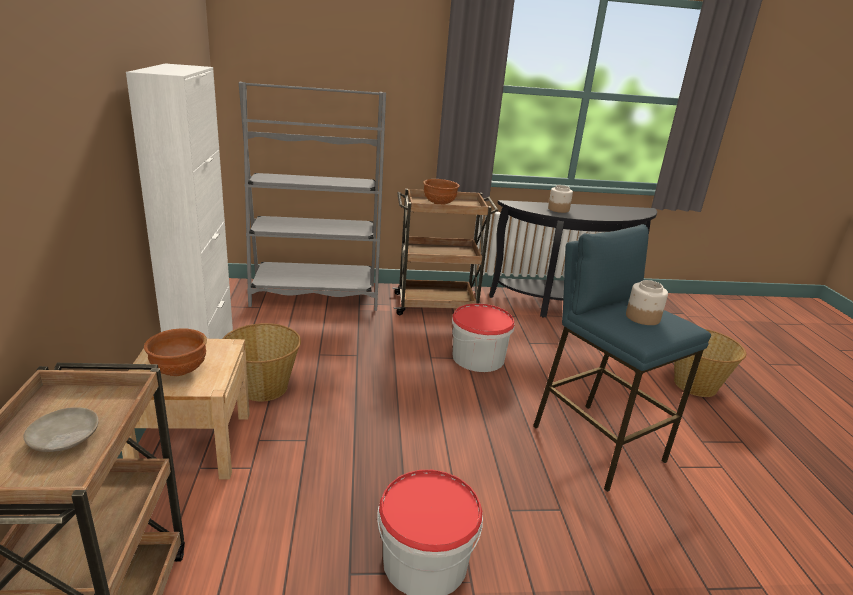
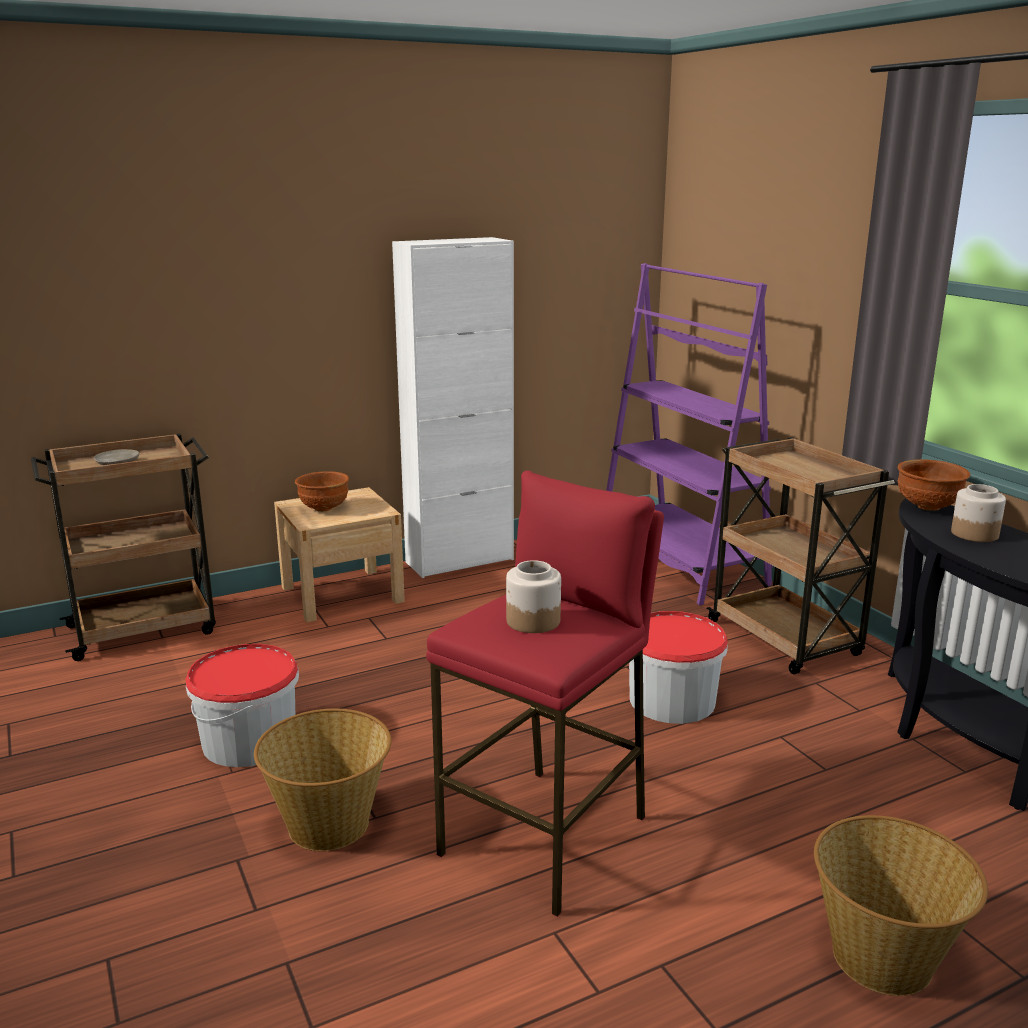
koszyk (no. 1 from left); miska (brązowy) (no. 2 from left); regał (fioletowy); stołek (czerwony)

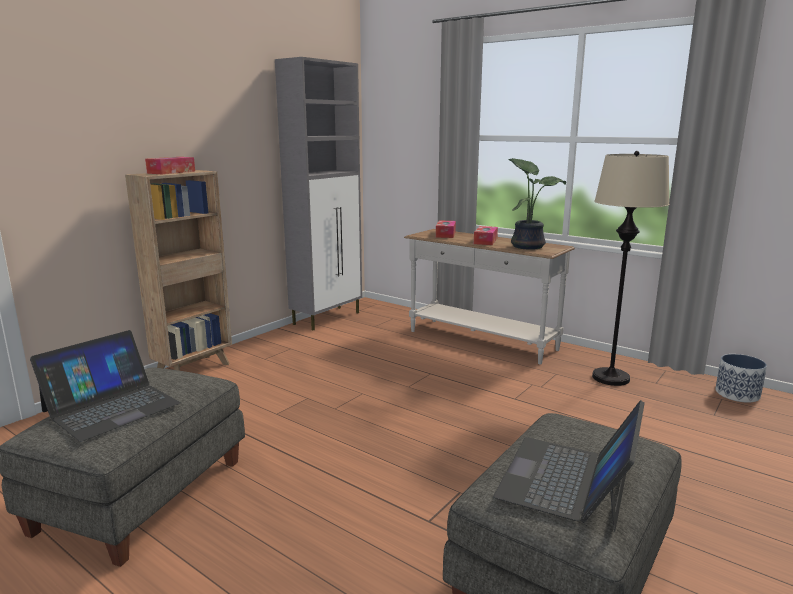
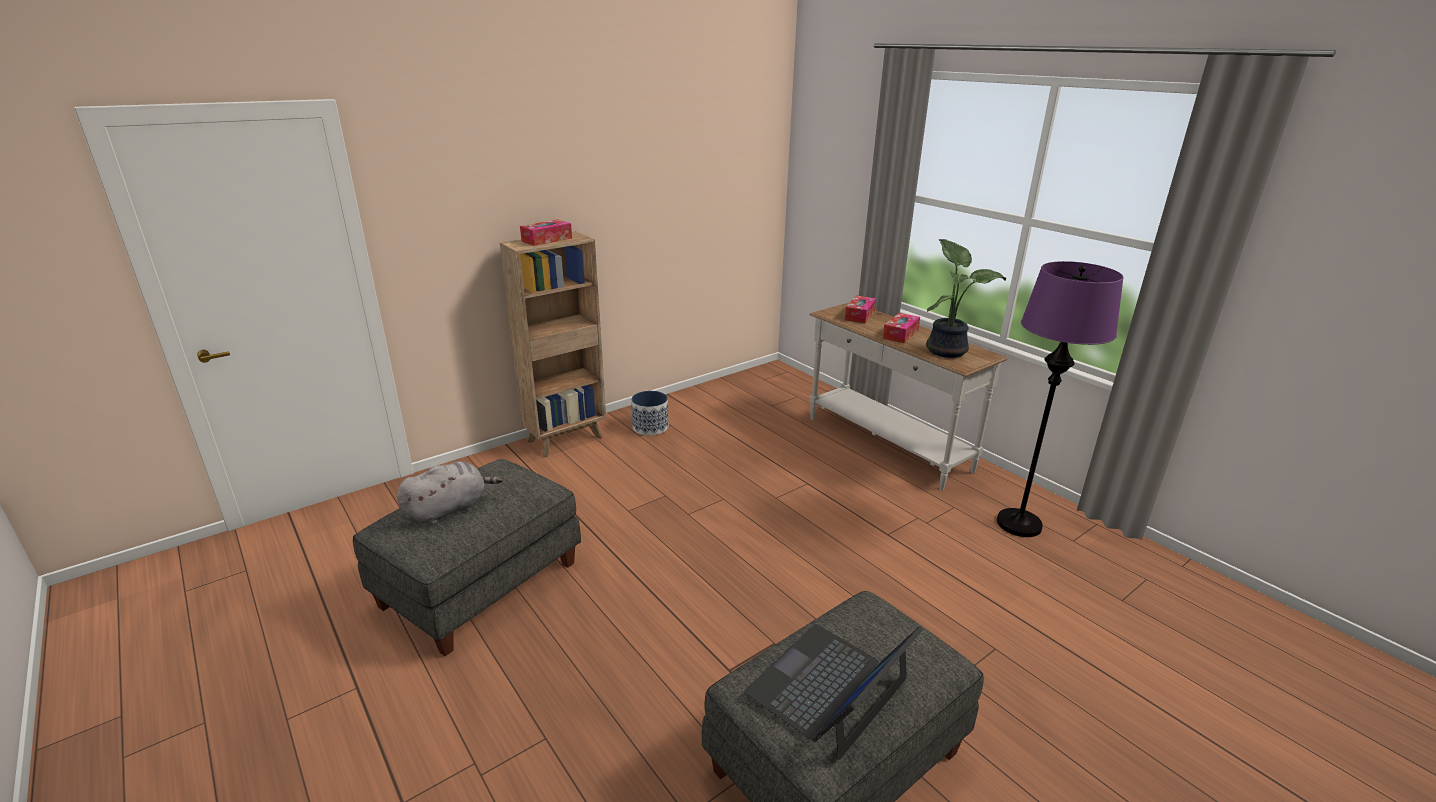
szafka (szary); donica; pluszak (szary); lampa stojąca (fioletowy)

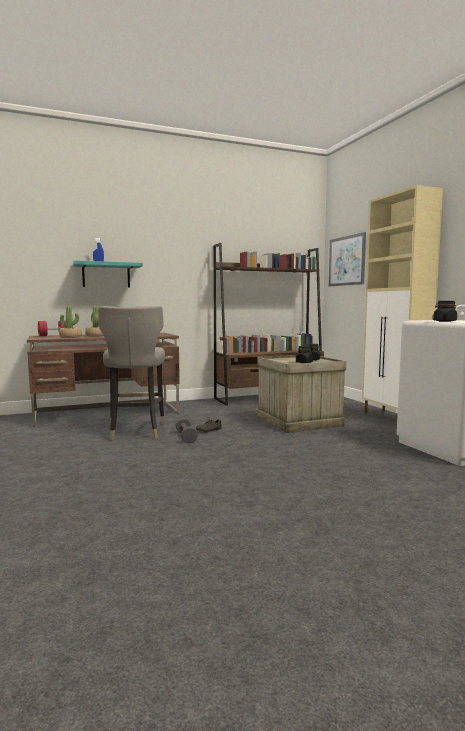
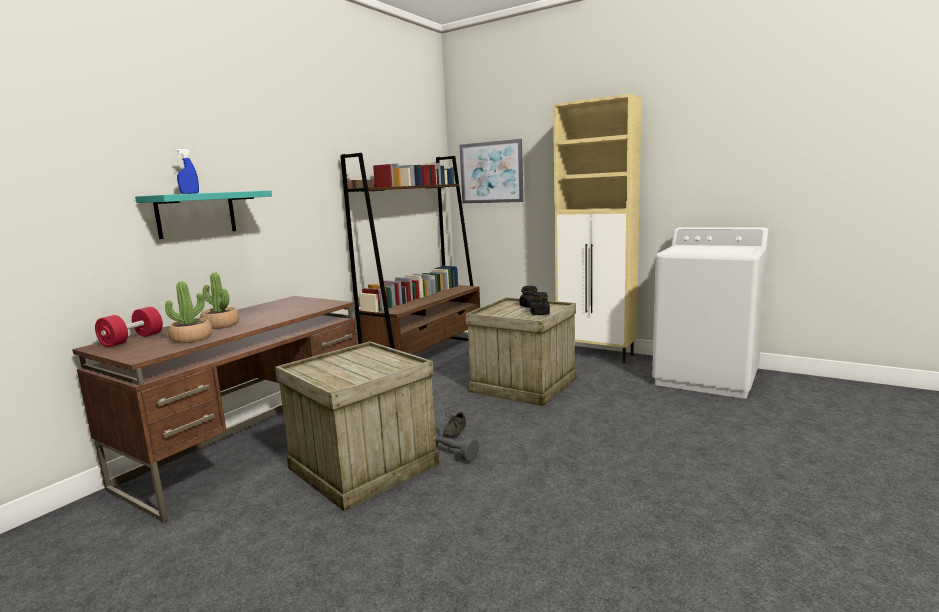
słoik (czarny) (no. 3 from left in the first image); skrzynka (no. 1 from left)

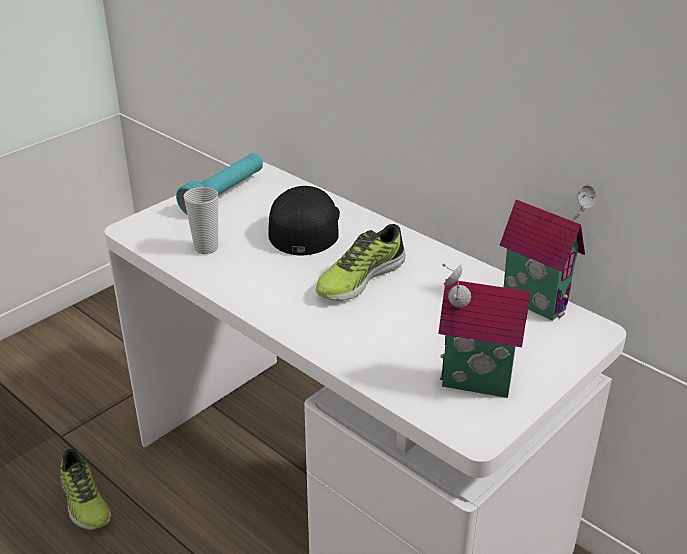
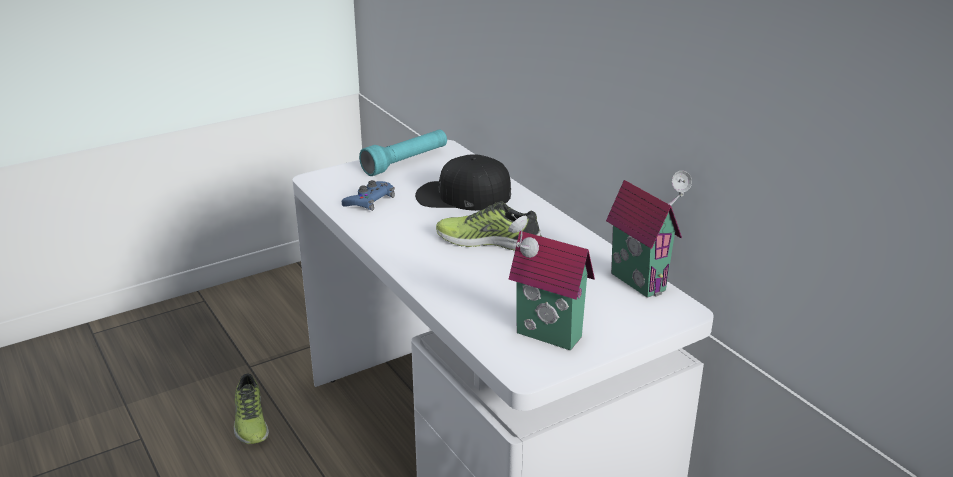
pad do gier (niebieski); czapka z daszkiem (czarny); but (no. 2 from left)

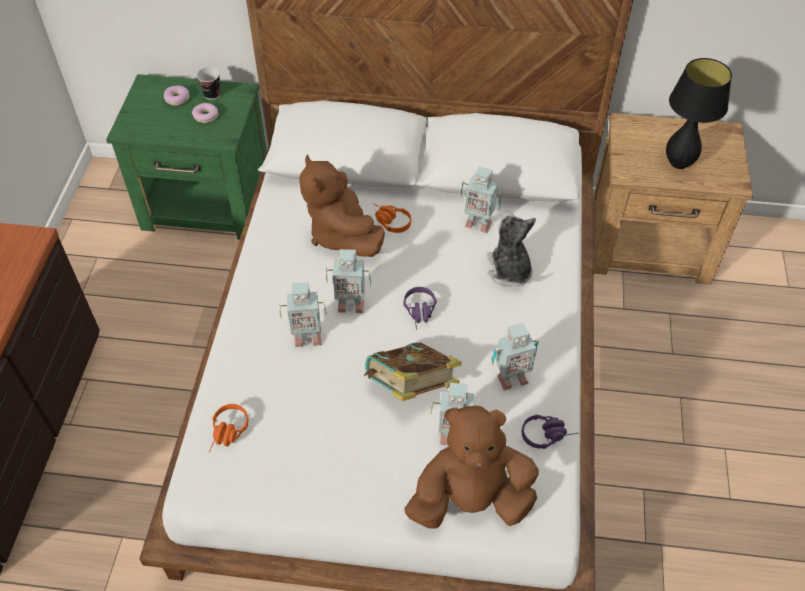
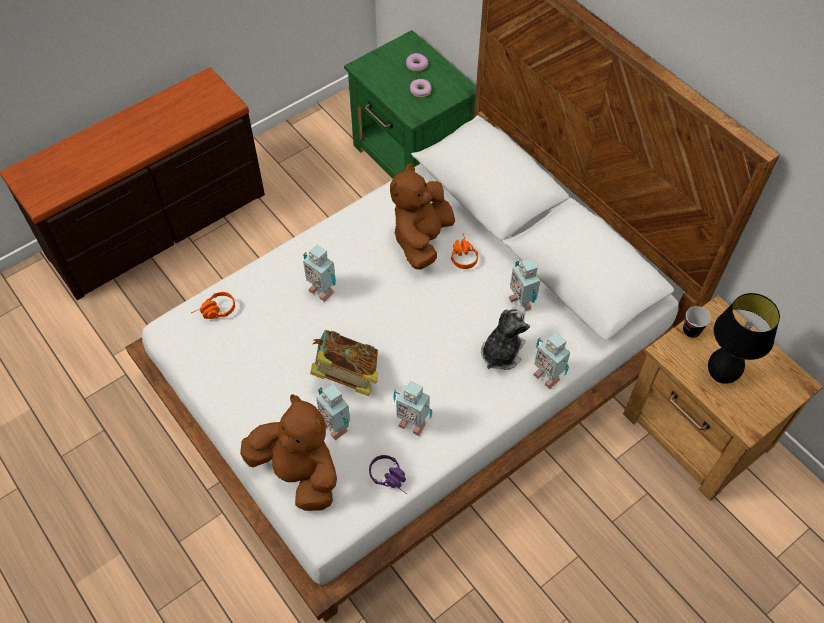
słuchawki (fioletowy) (no. 1 from left in the first image); filiżanka; robot zabawkowy (no. 5 from left)

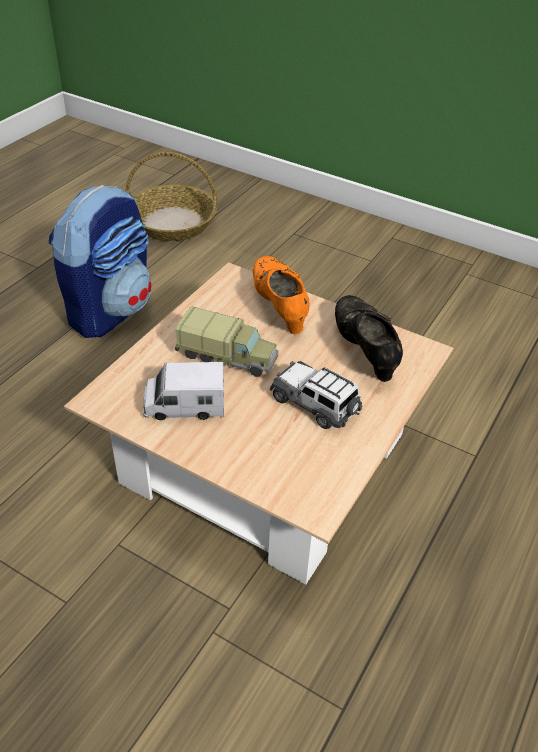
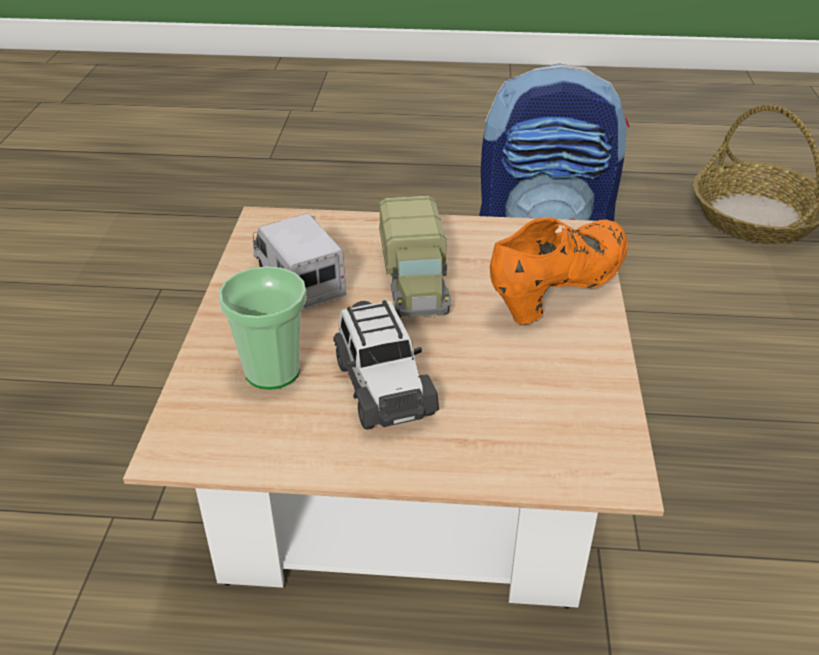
but (czarny); filiżanka; samochodzik

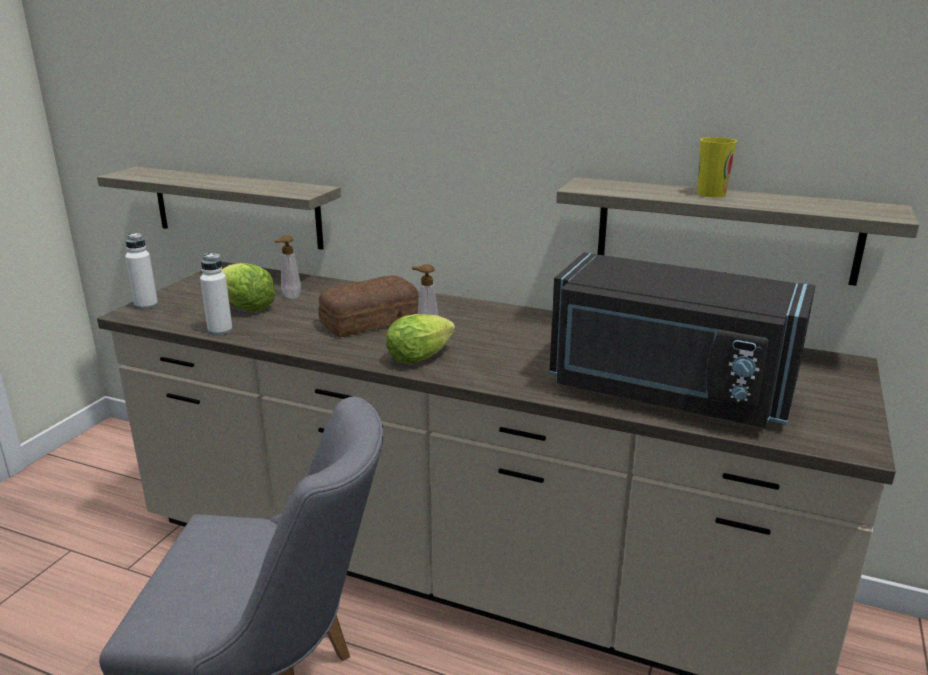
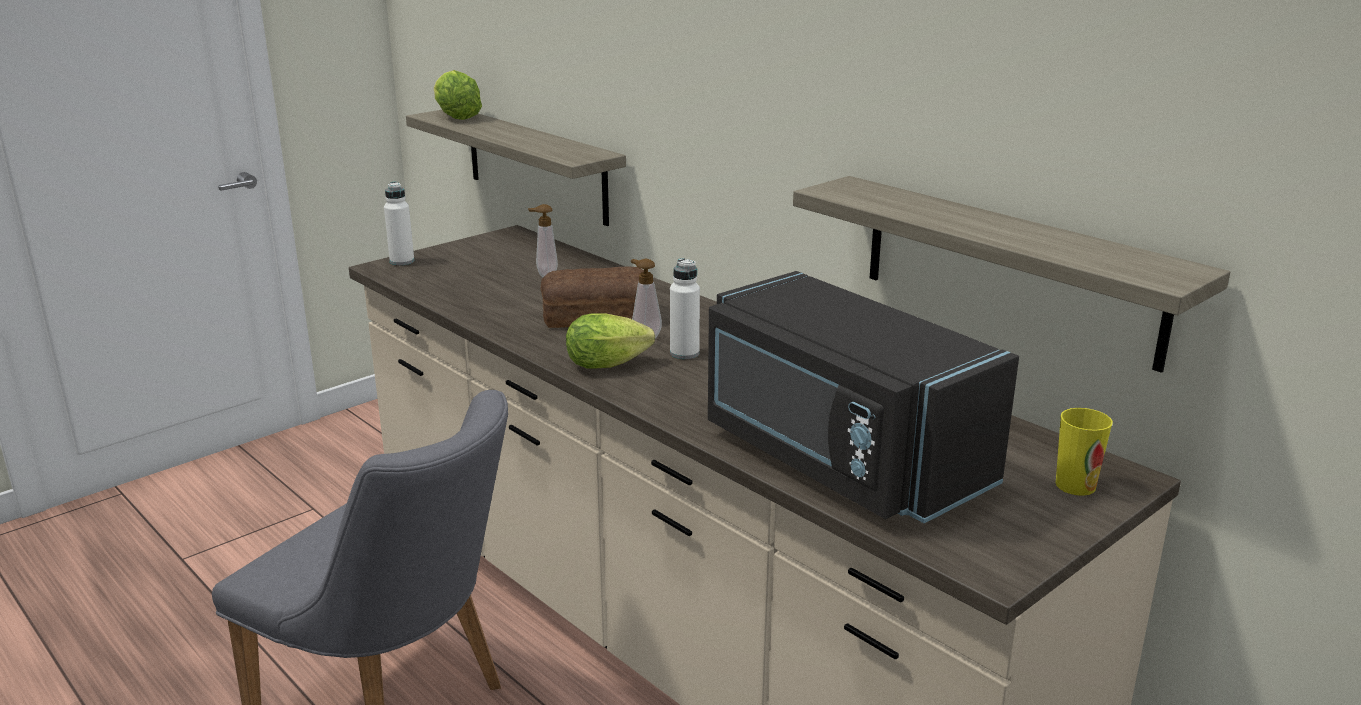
butelka (biały) (no. 2 from left); sałata (no. 1 from left); filiżanka

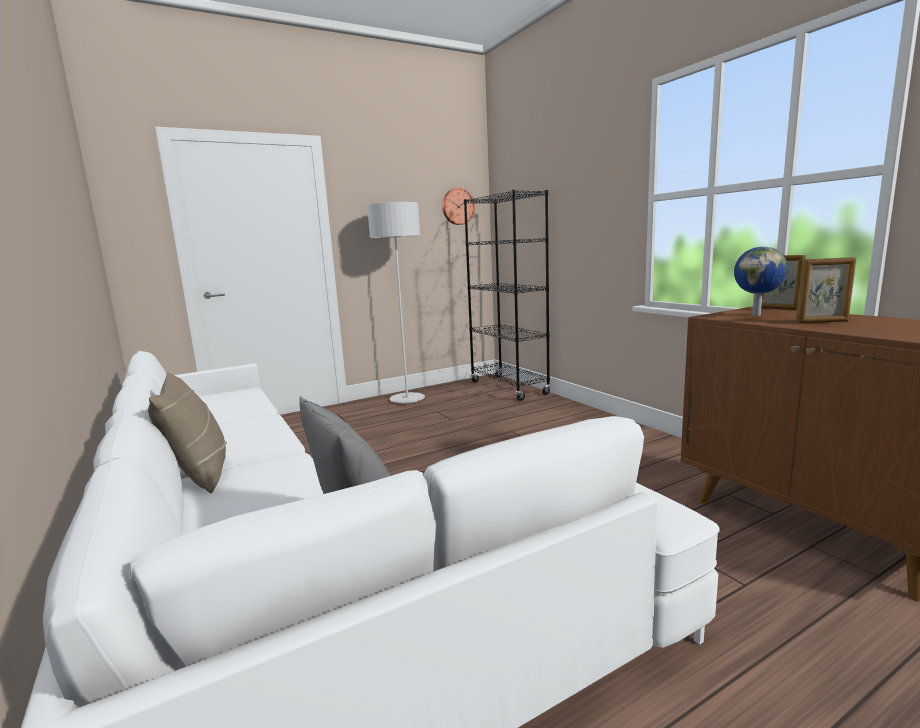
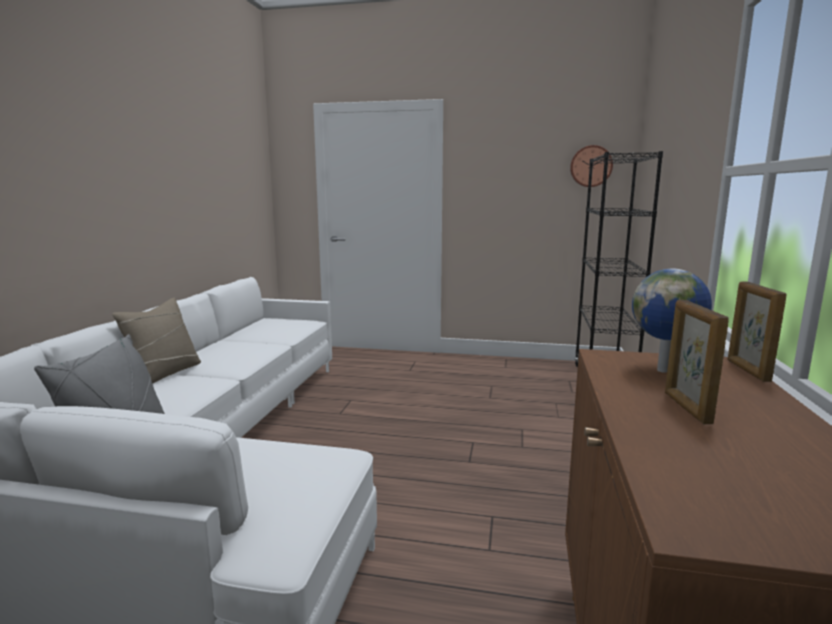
lampa stojąca (szary); ramka na zdjęcie (no. 1 from left)

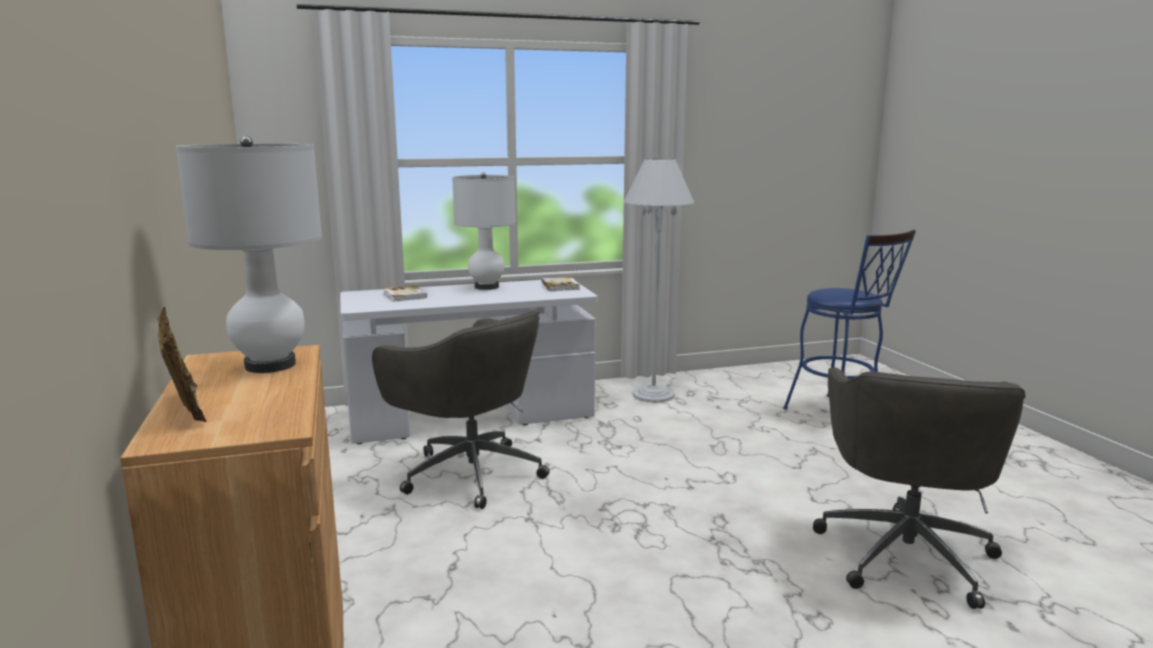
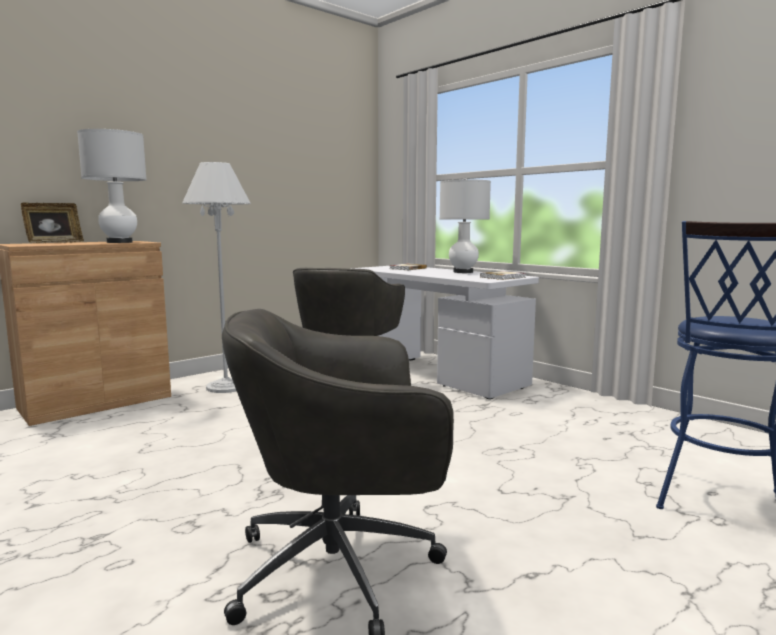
lampa stojąca (biały)

